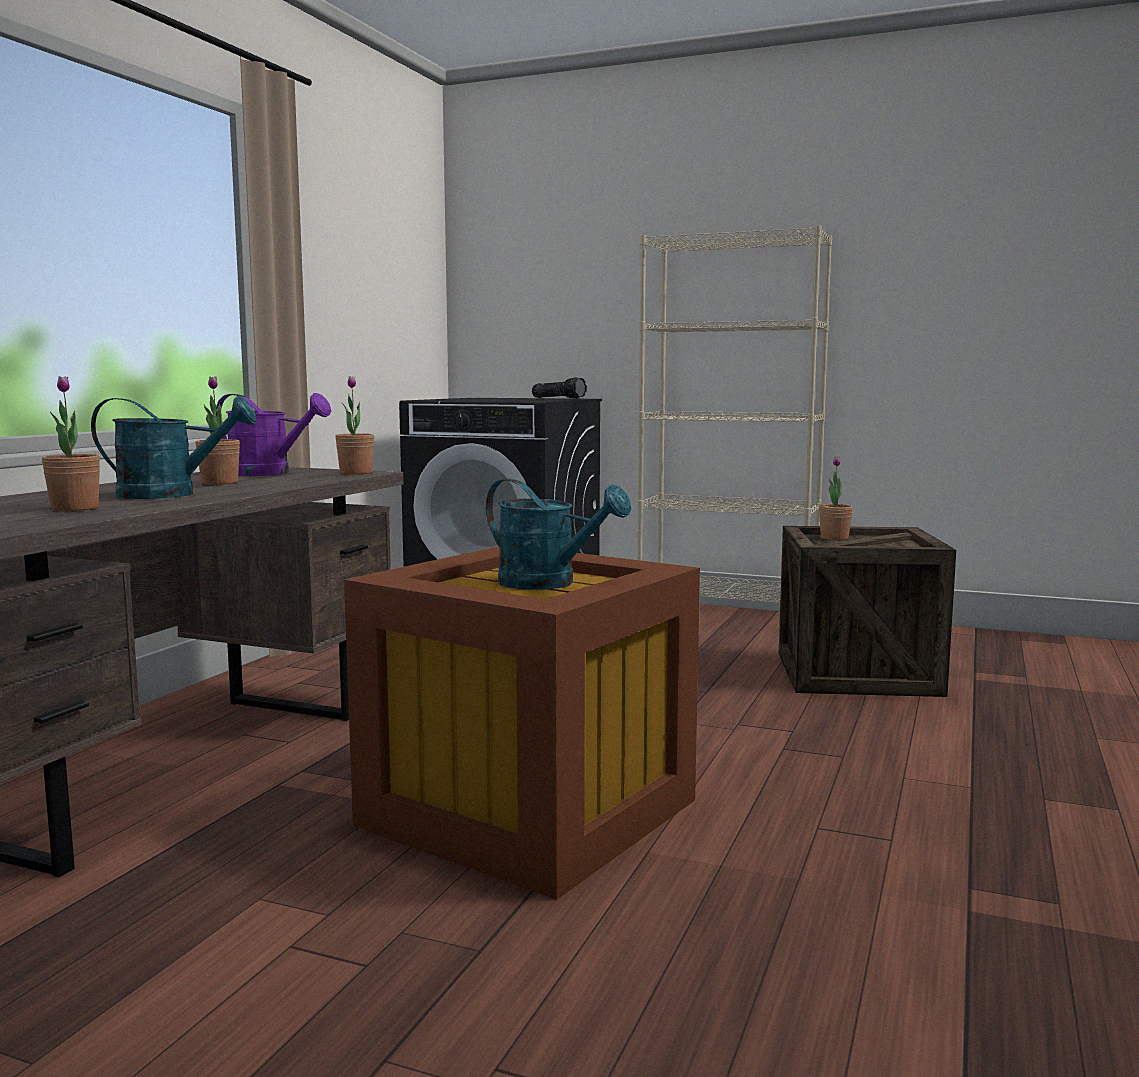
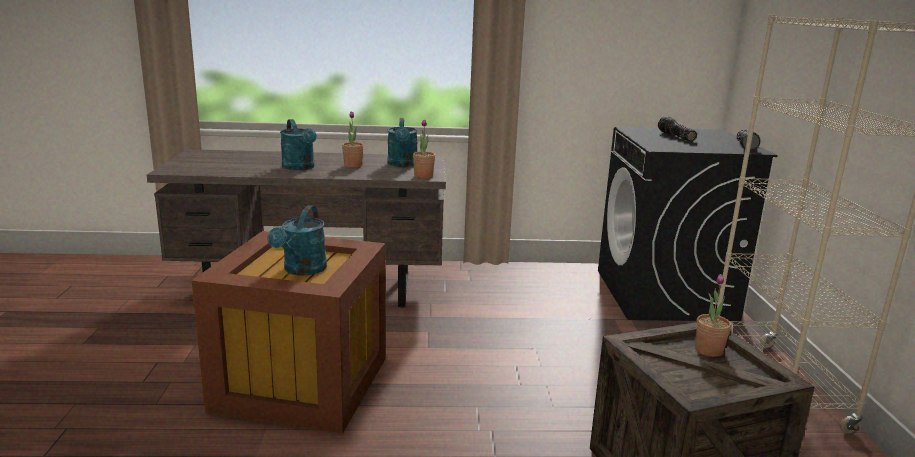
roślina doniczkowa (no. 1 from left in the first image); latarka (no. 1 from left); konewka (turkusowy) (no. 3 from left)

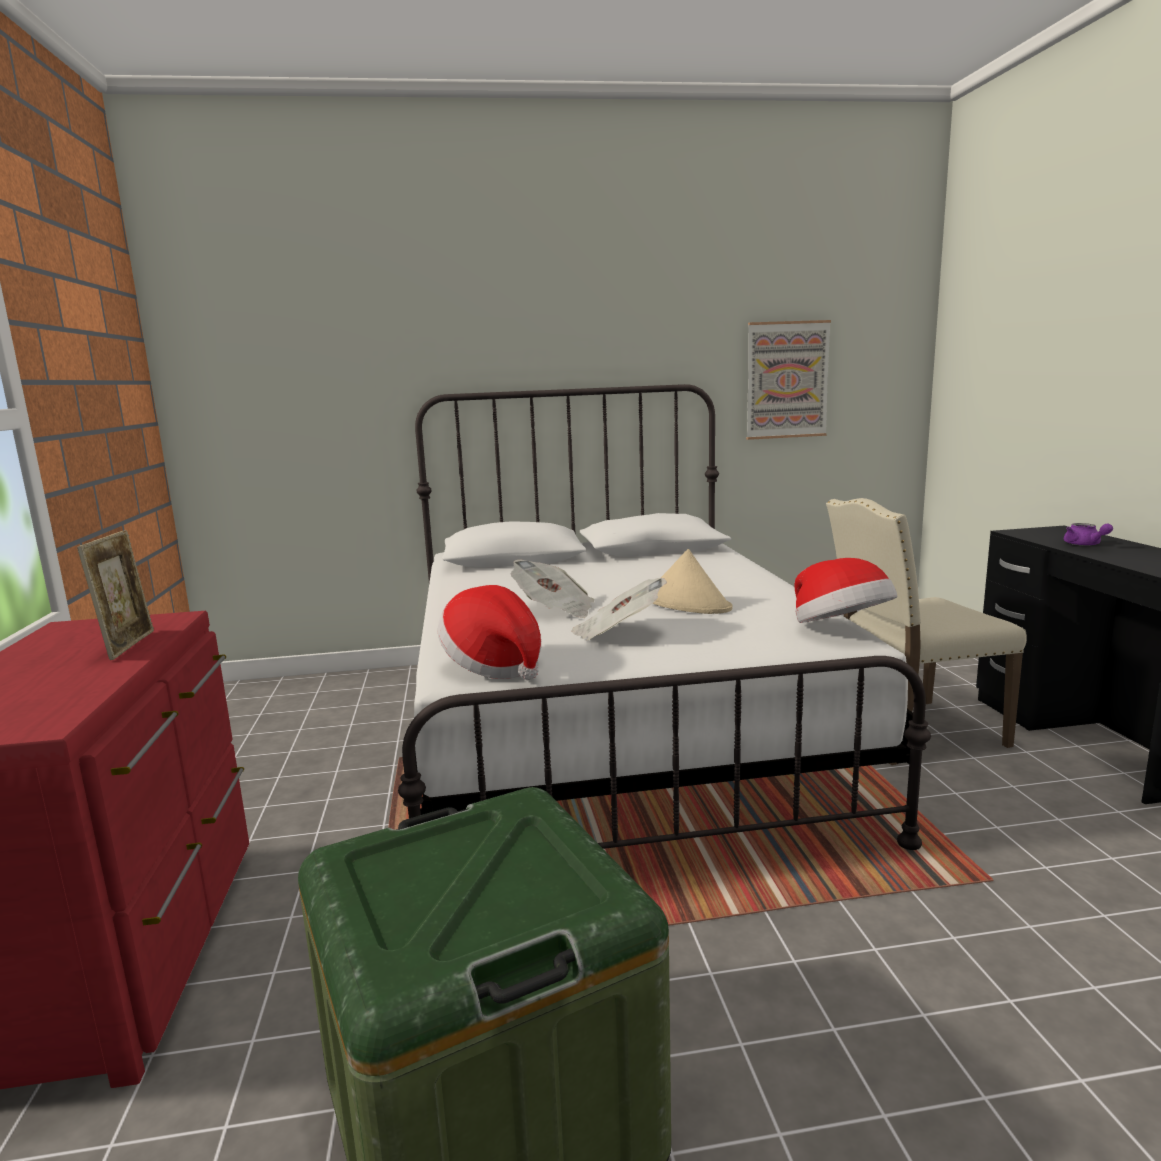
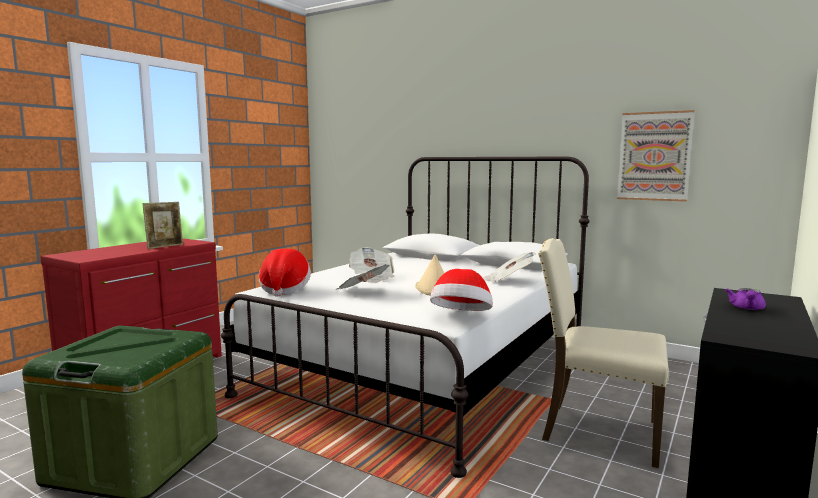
gazeta (no. 3 from left)

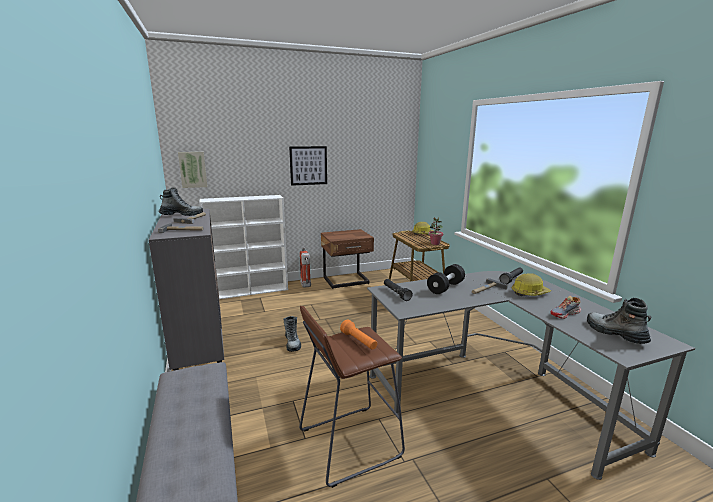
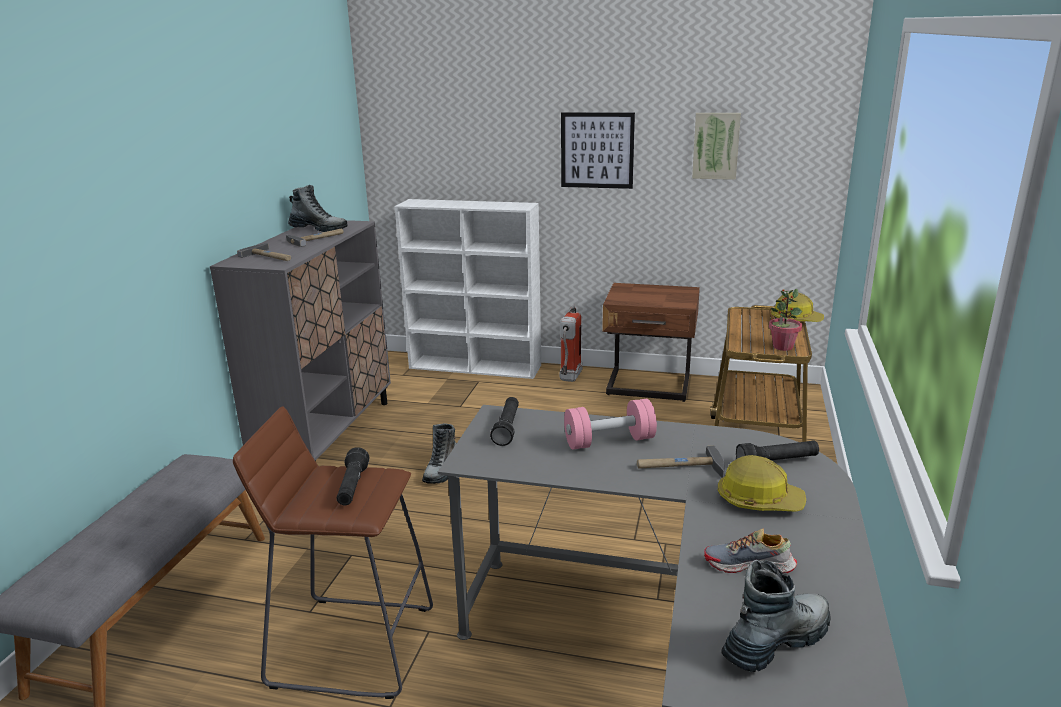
obraz (no. 2 from left); latarka (czarny) (no. 1 from left); hantel (różowy); but z cholewką (no. 3 from left)

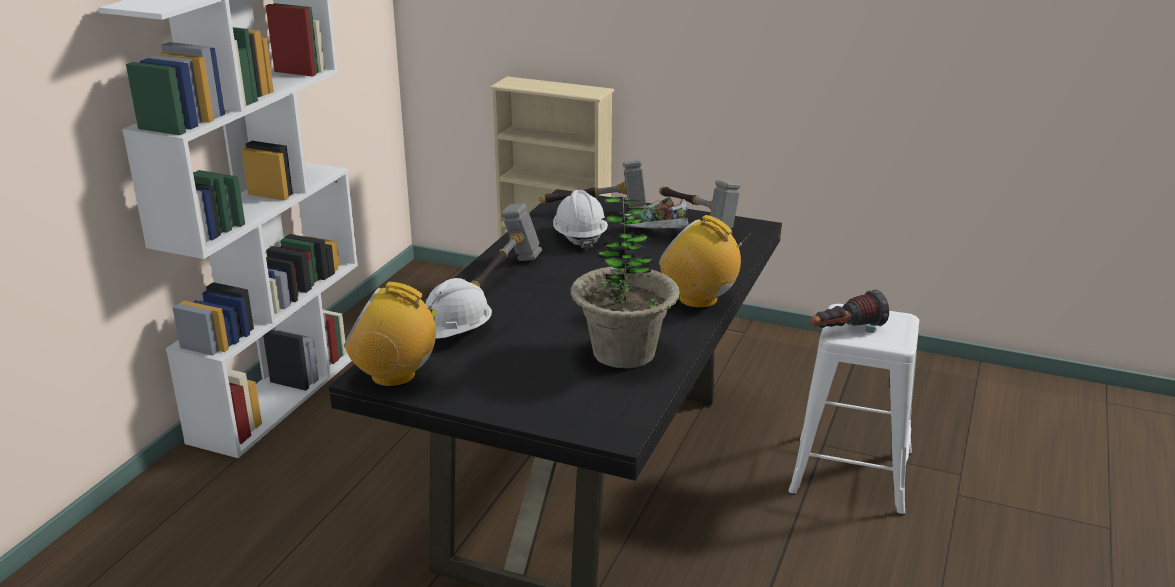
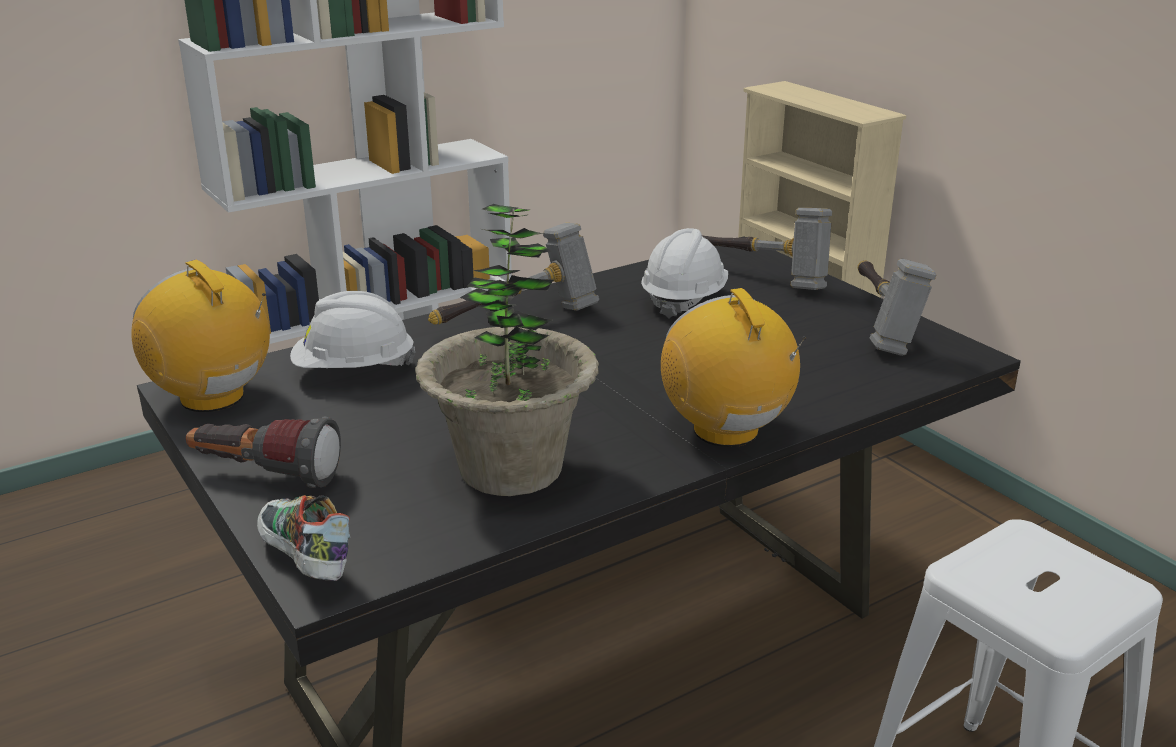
but; latarka

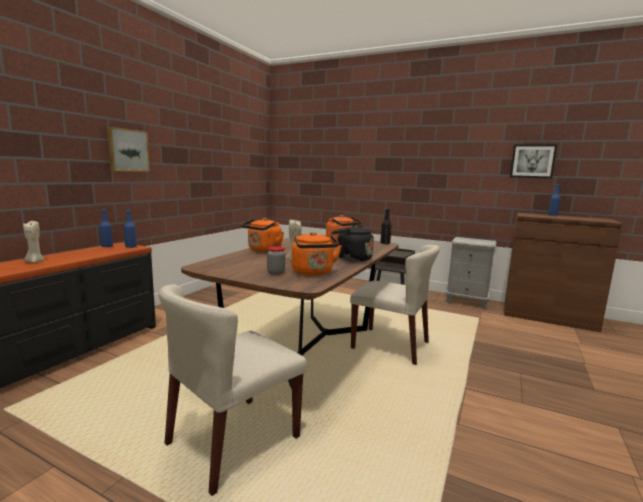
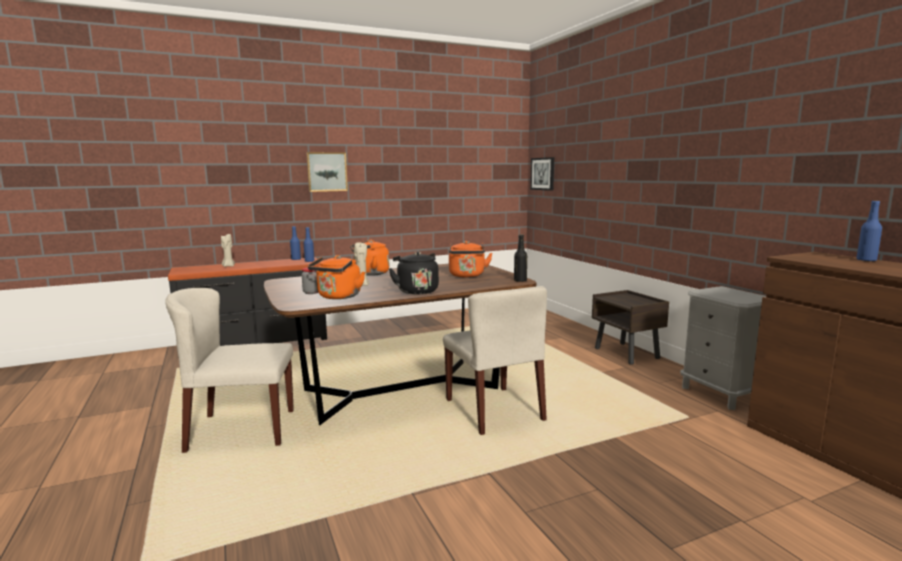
obraz (no. 2 from left)

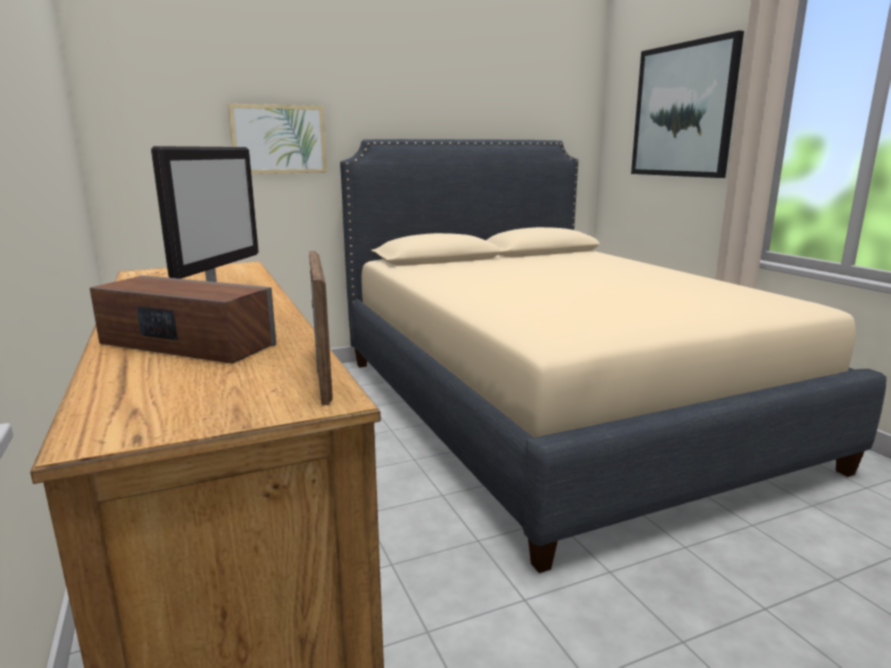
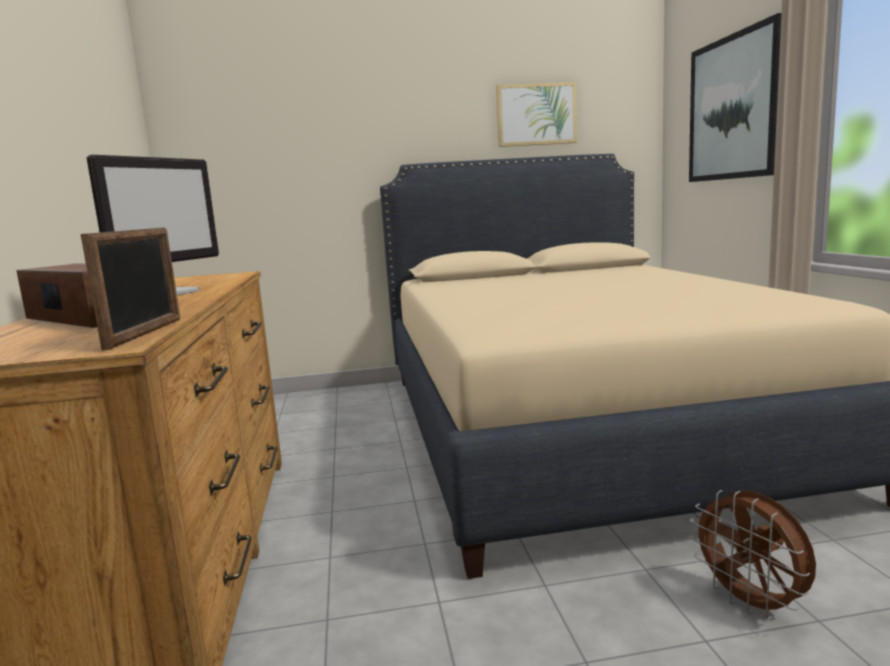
wentylator (brązowy); obraz (no. 1 from left)

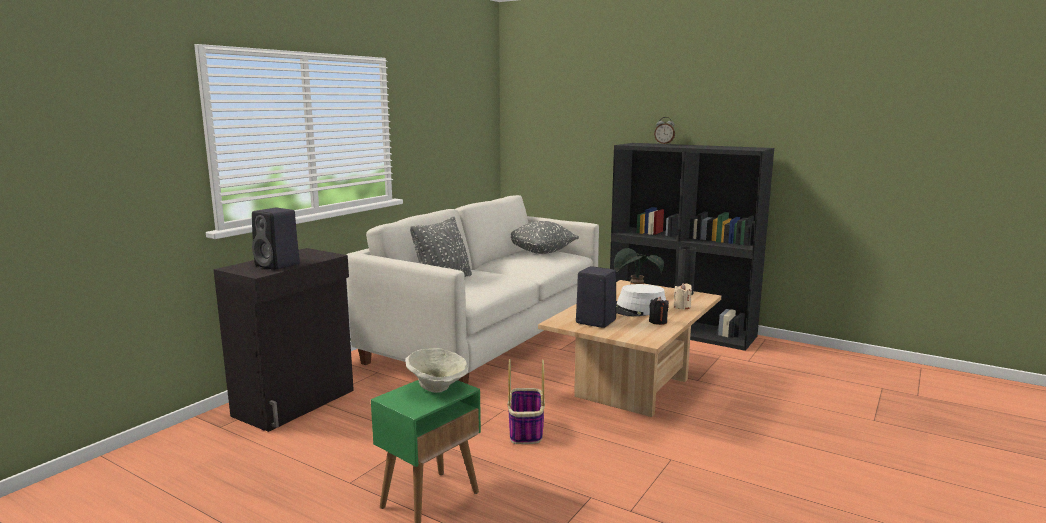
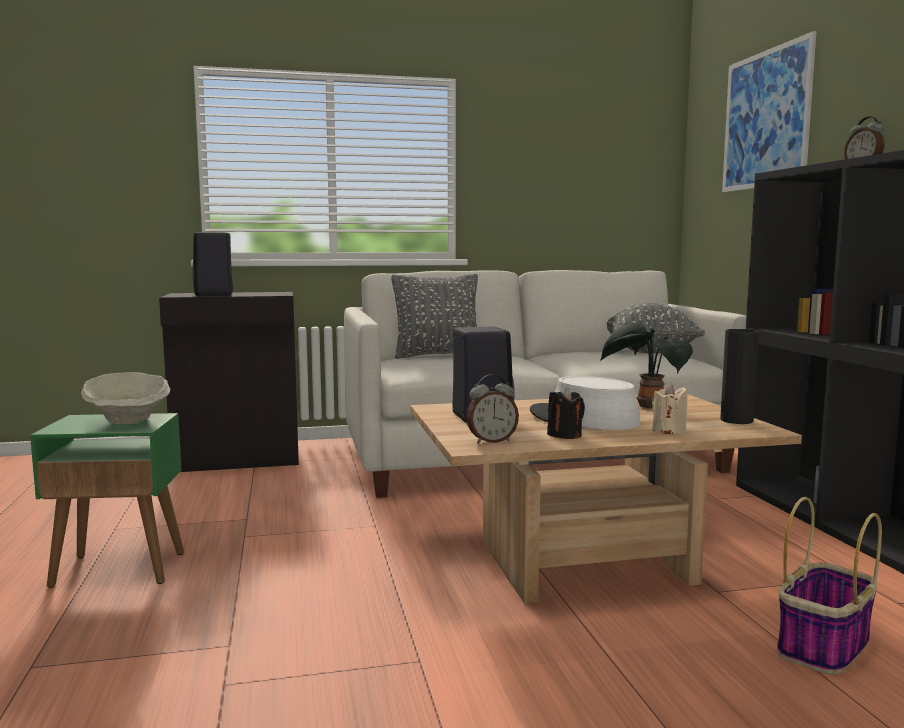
budzik (no. 1 from left); obraz; koszyk

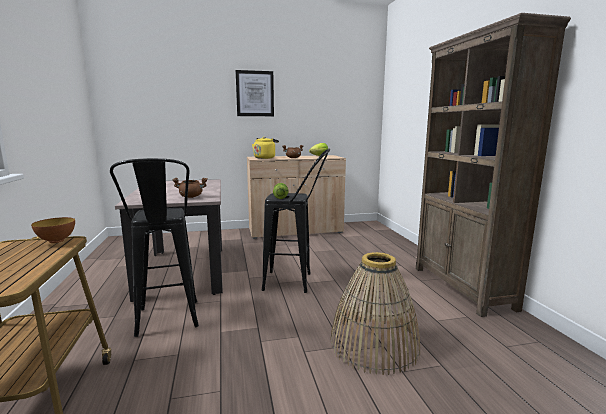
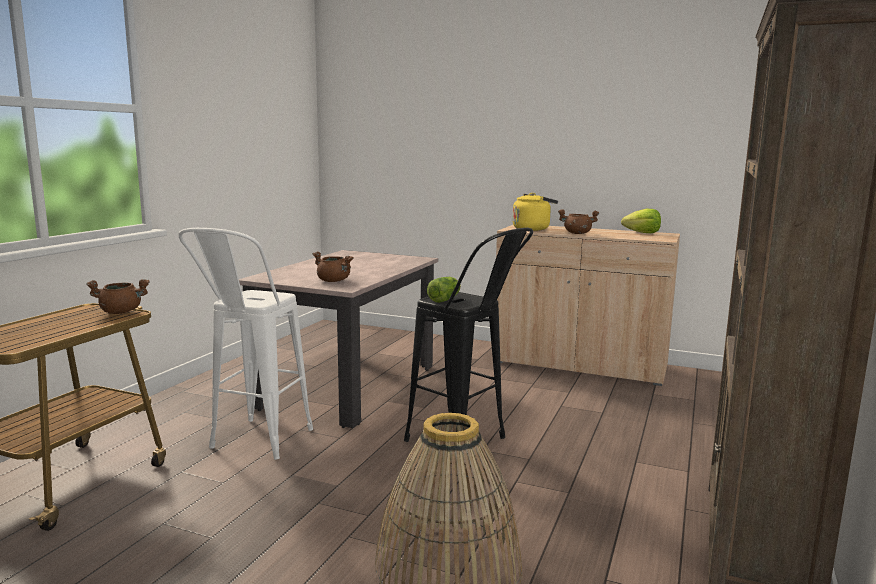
obraz; garnek (brązowy) (no. 1 from left); stołek (biały)

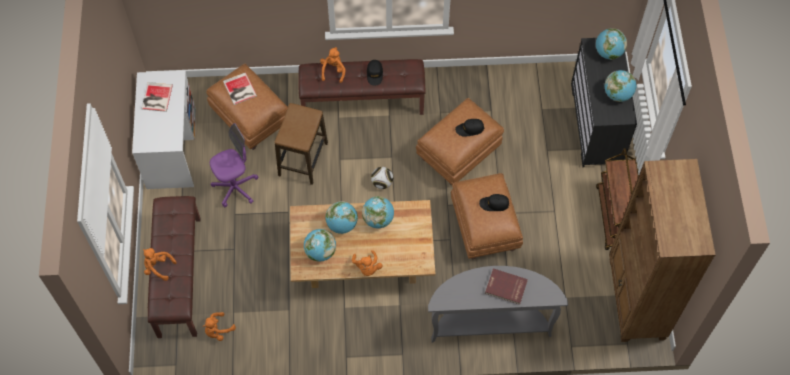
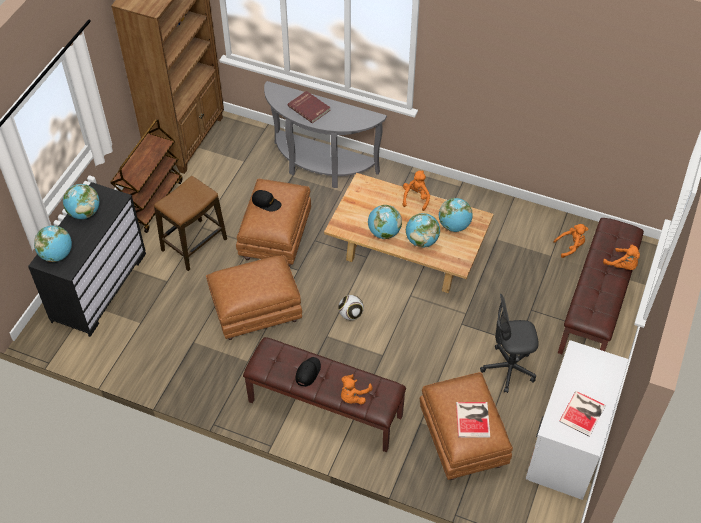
czapka z daszkiem (czarny) (no. 2 from left in the first image); stołek; krzesło biurowe (szary)

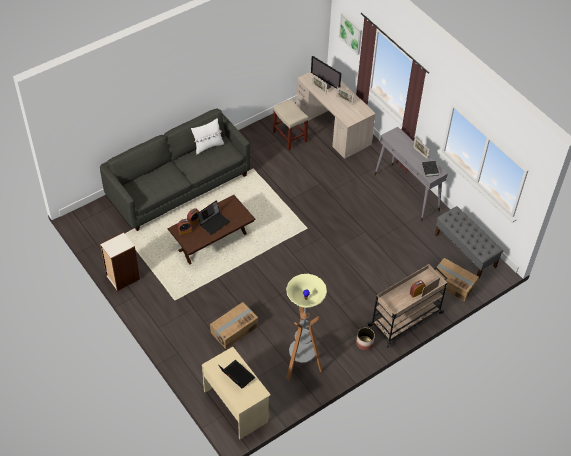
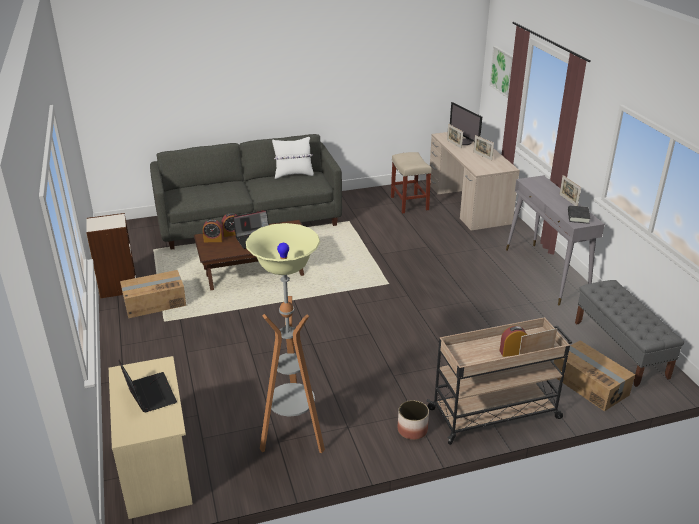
karton (no. 1 from left)

